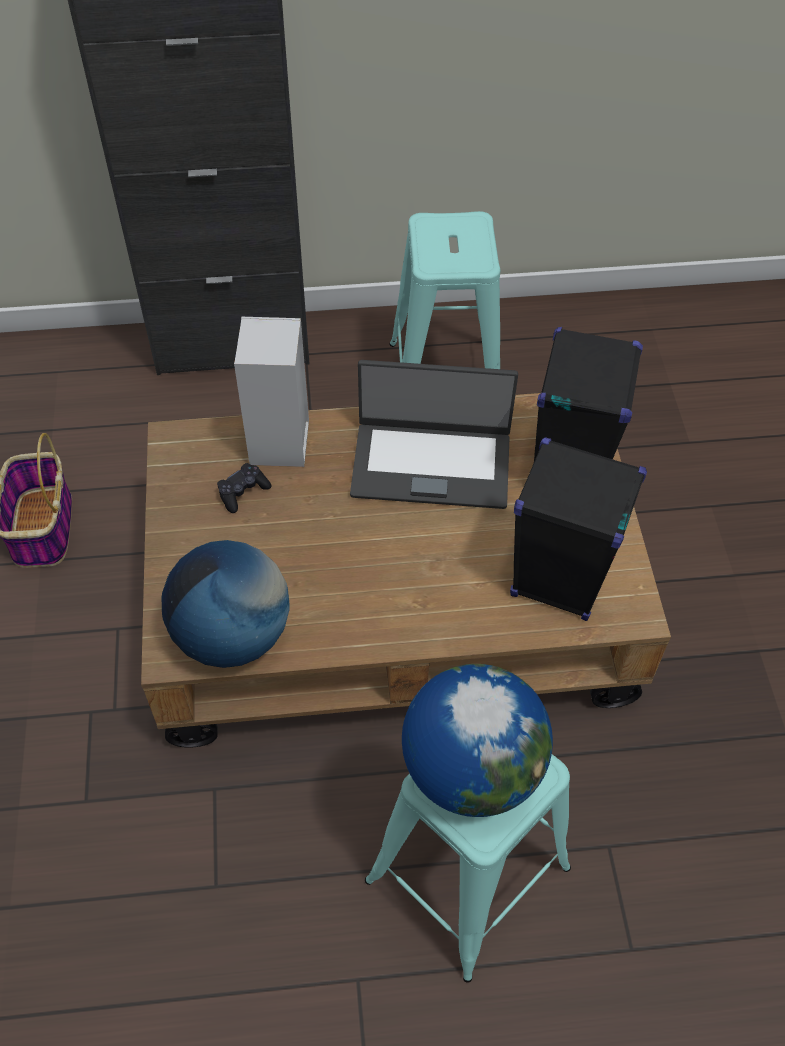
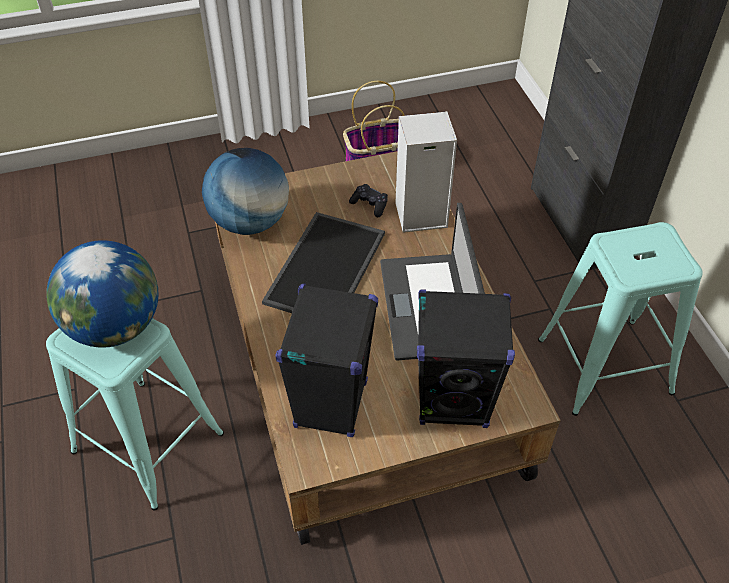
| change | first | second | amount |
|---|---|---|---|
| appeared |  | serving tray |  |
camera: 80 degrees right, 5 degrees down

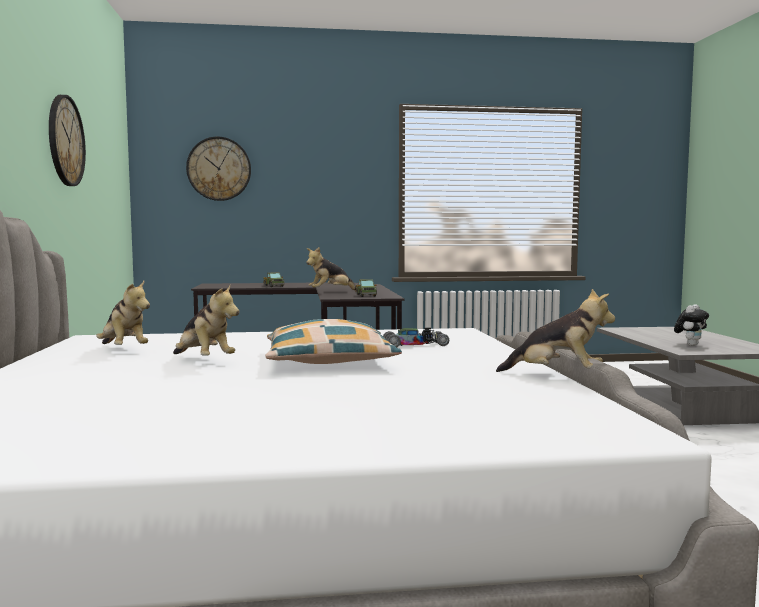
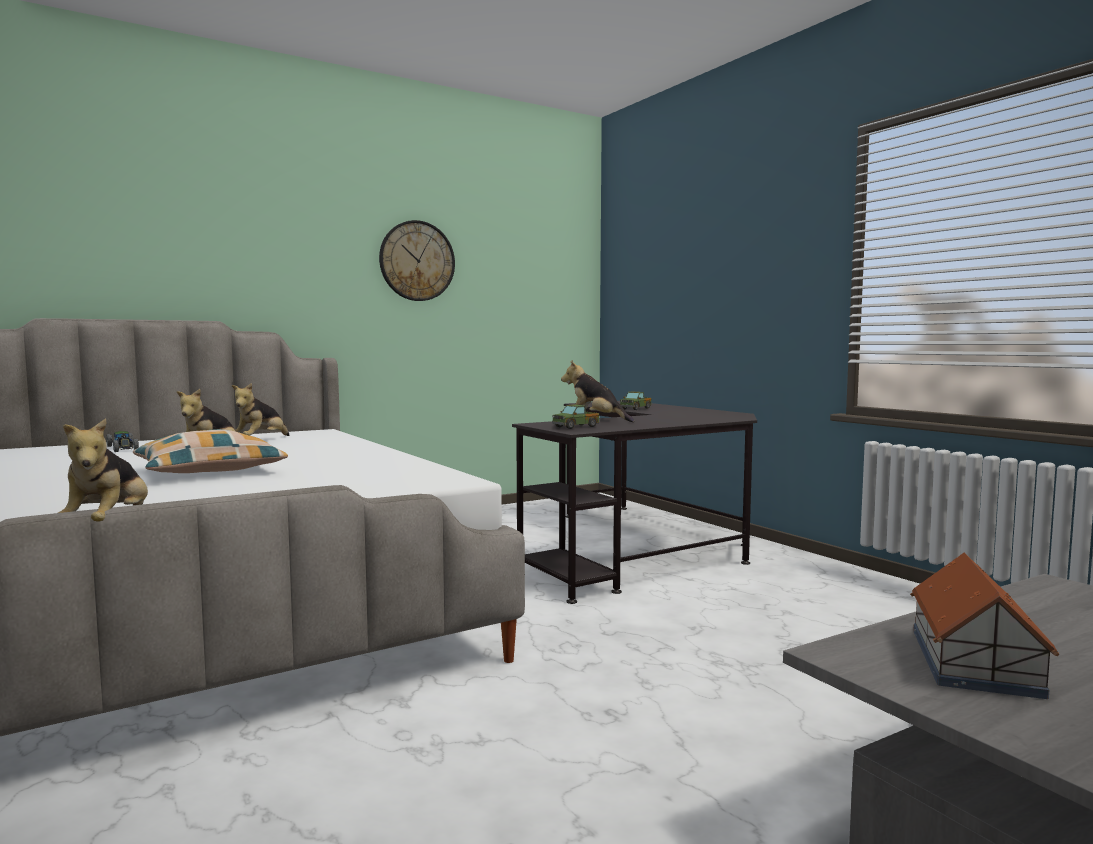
| change | first | second | amount |
|---|---|---|---|
| missing | hanging clock (no. 2 from left) |  |  |
| relocated | model car |  |  |
| exchanged | plush toy (no. 5 from left) | toy house |  |
camera: 65 degrees right, 0 degrees up

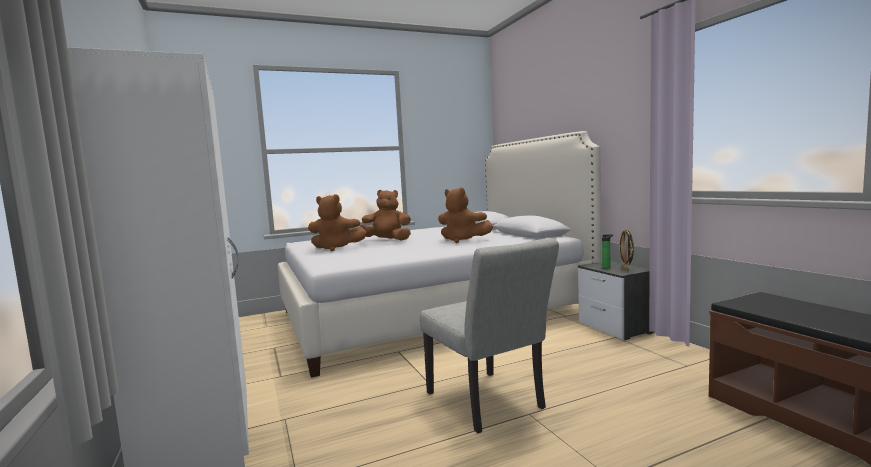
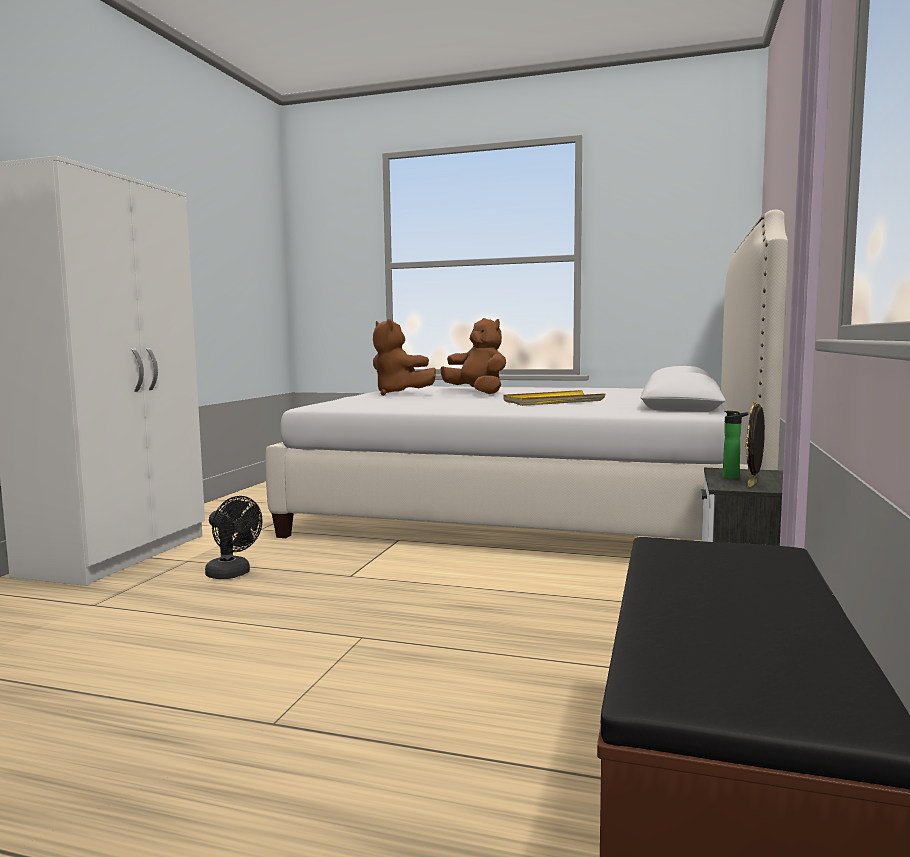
| change | first | second | amount |
|---|---|---|---|
| missing | gray plain chair |  |  |
| exchanged | brown plush toy (no. 3 from left) | yellow serving tray |  |
| appeared |  | blackish cooling fan |  |
camera: 40 degrees right, 0 degrees up

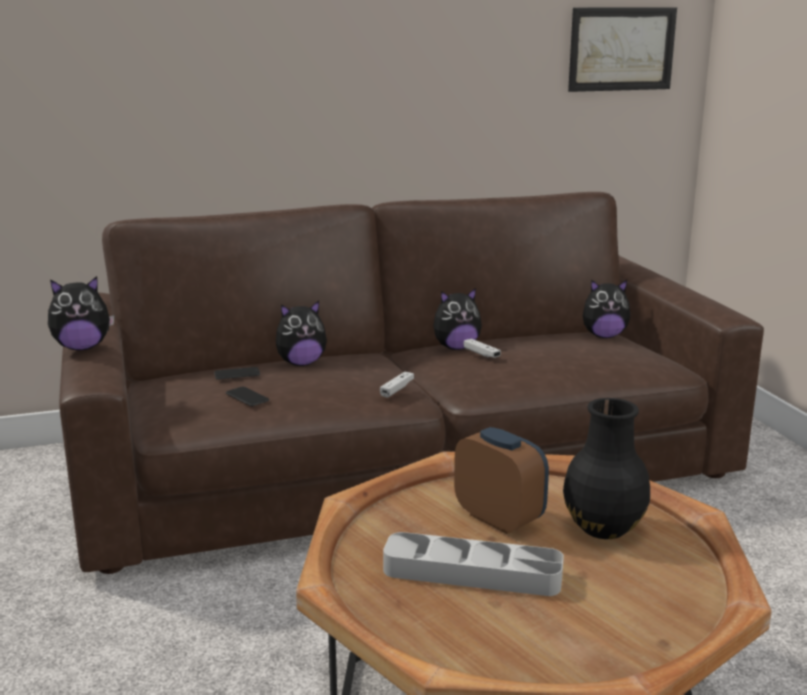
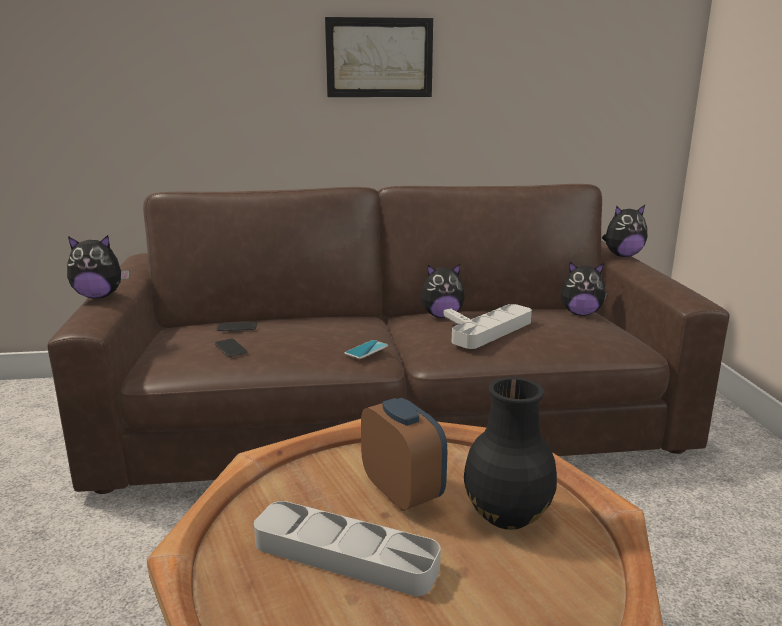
| change | first | second | amount |
|---|---|---|---|
| relocated | plush toy (no. 2 from left in the first image) | plush toy (no. 4 from left) |  |
| exchanged | whitish joypad (no. 1 from left) | telephone (no. 3 from left) |  |
| relocated | picture |  |  |
| appeared |  | gray serving tray (no. 2 from left) |  |
camera: 10 degrees right, 0 degrees up

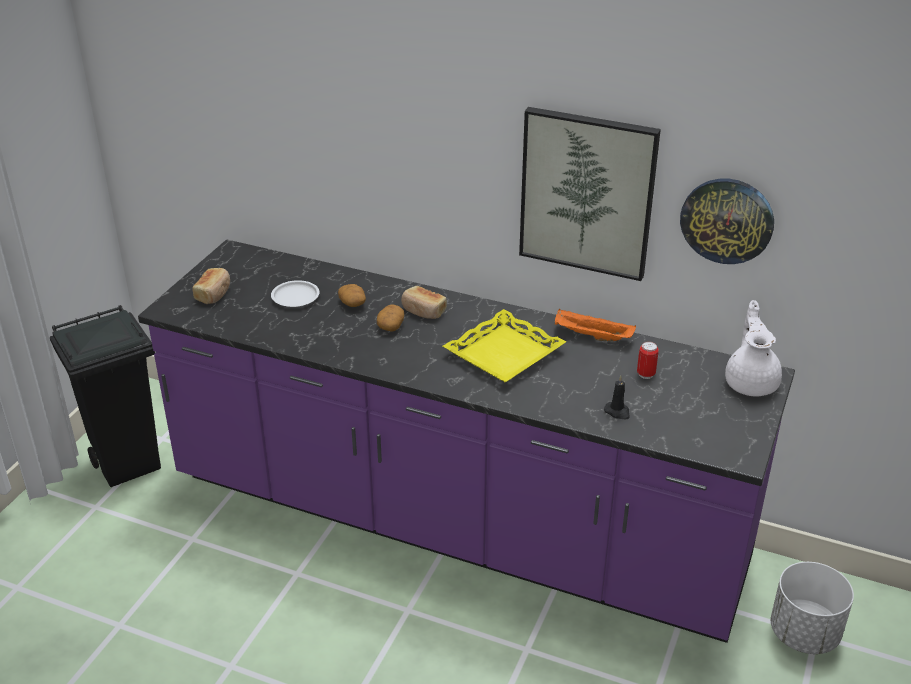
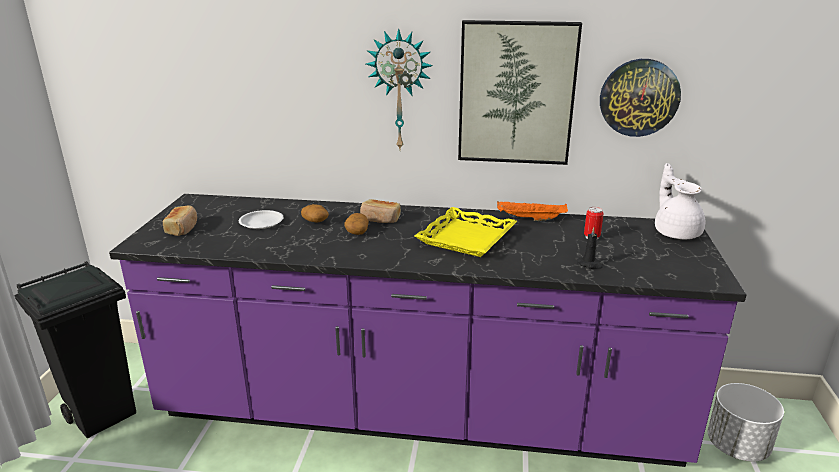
| change | first | second | amount |
|---|---|---|---|
| appeared |  | hanging clock (no. 1 from left) |  |
camera: 15 degrees left, 10 degrees down

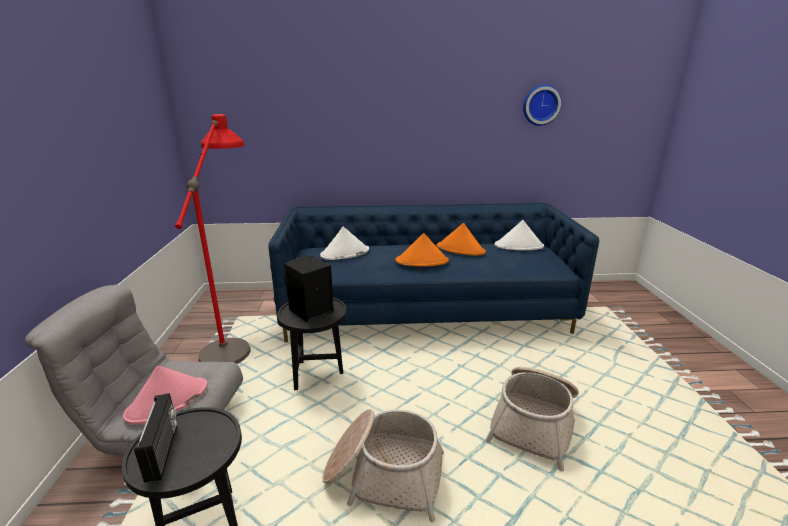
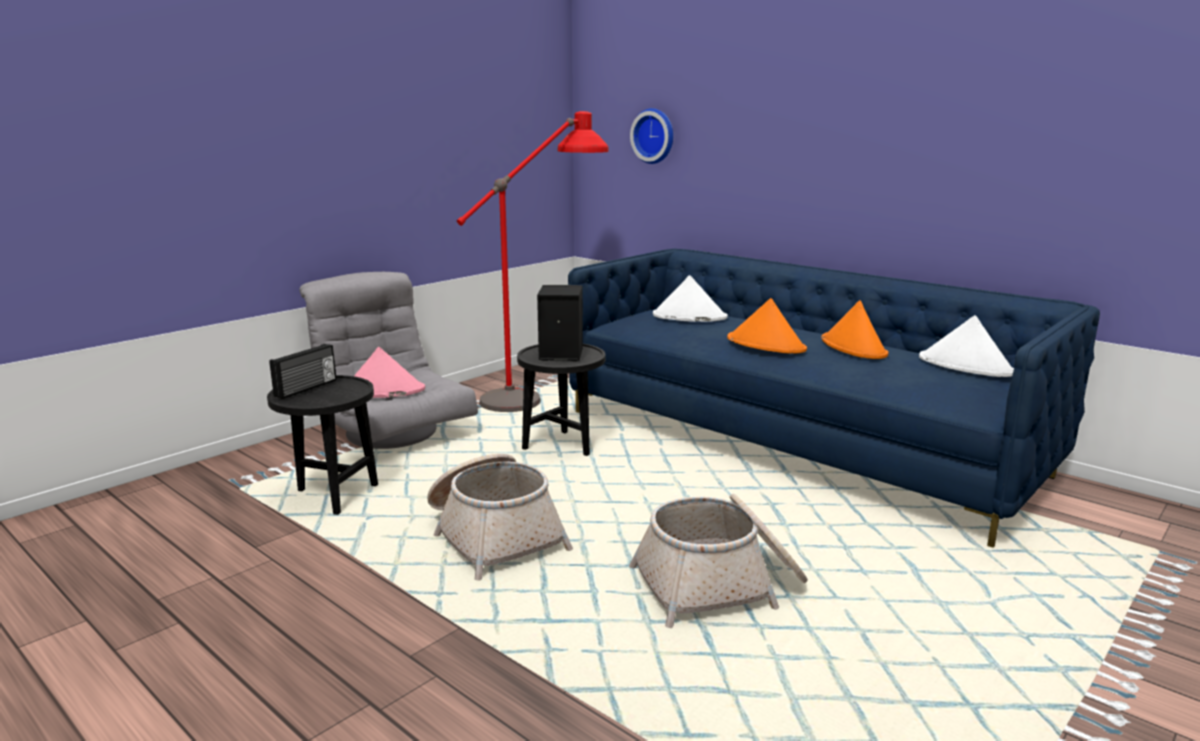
| change | first | second | amount |
|---|---|---|---|
| relocated | hanging clock |  |  |
camera: 45 degrees right, 5 degrees down

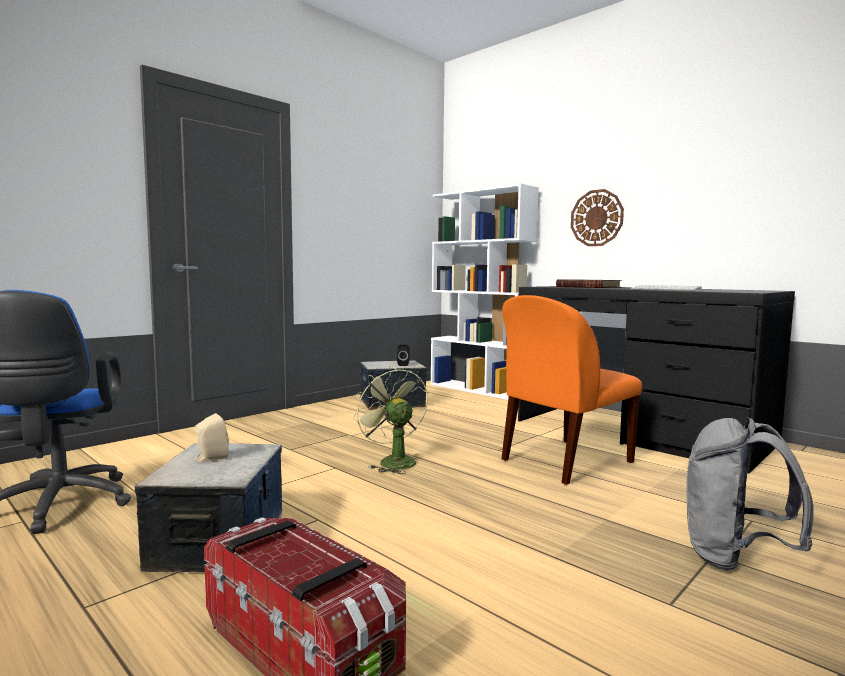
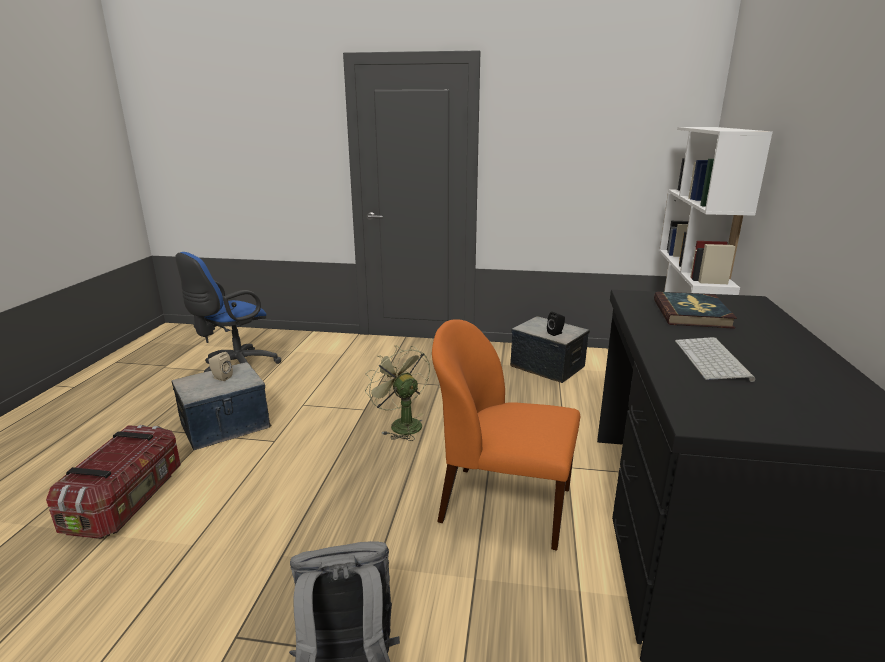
| change | first | second | amount |
|---|---|---|---|
| spun | green cooling fan |  | 60 degrees counterclockwise |
| missing | hanging clock |  |  |
camera: 55 degrees right, 15 degrees up

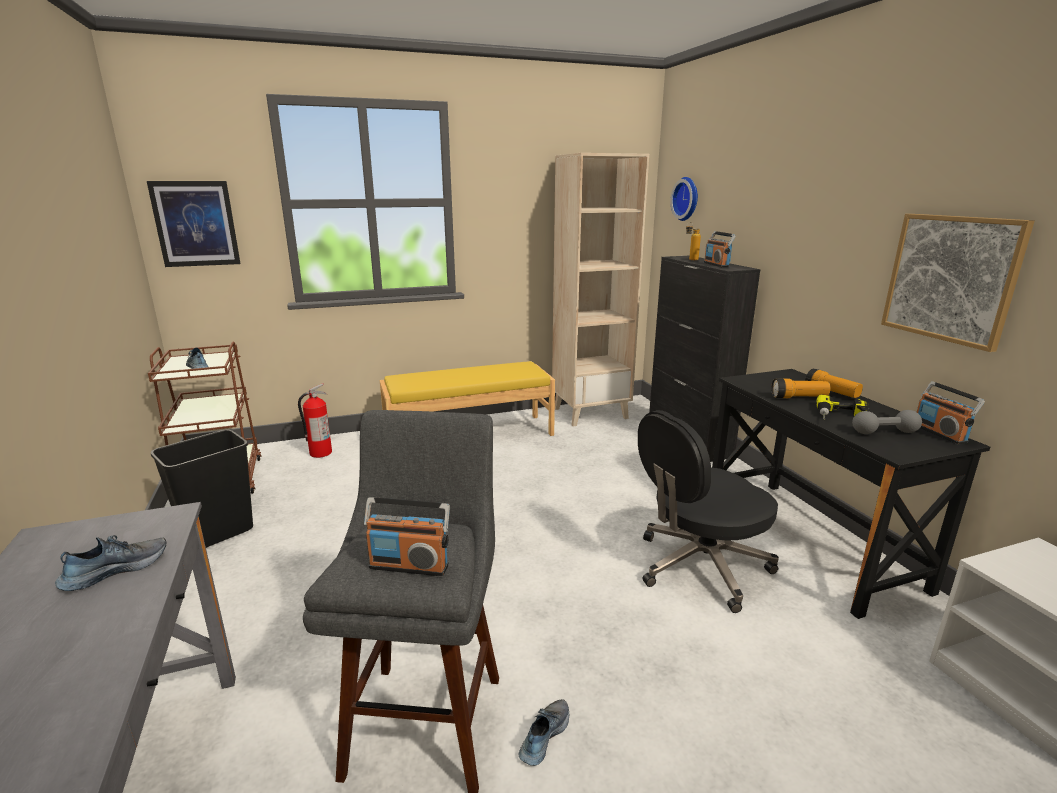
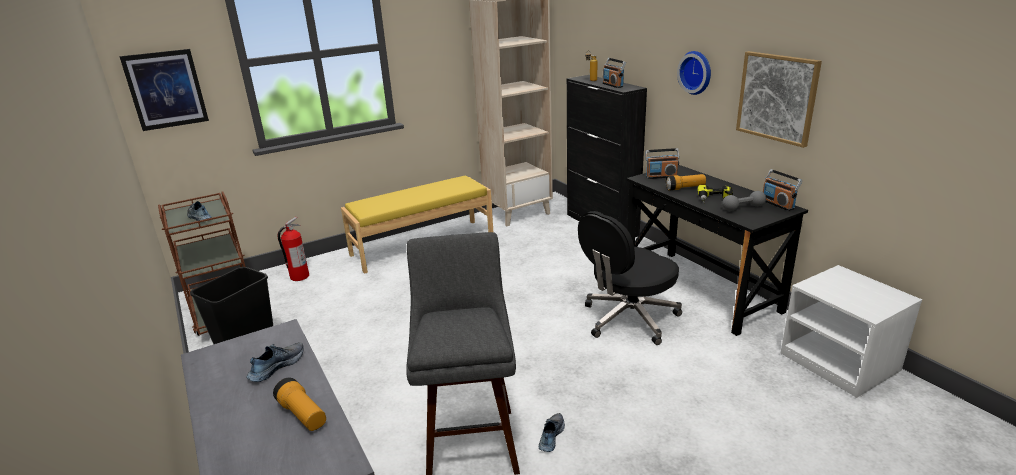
| change | first | second | amount |
|---|---|---|---|
| relocated | radio receiver (no. 1 from left in the first image) | radio receiver (no. 2 from left) |  |
| relocated | hanging clock |  |  |
| relocated | hand torch (no. 2 from left in the first image) | hand torch (no. 1 from left) |  |
camera: 10 degrees left, 5 degrees up

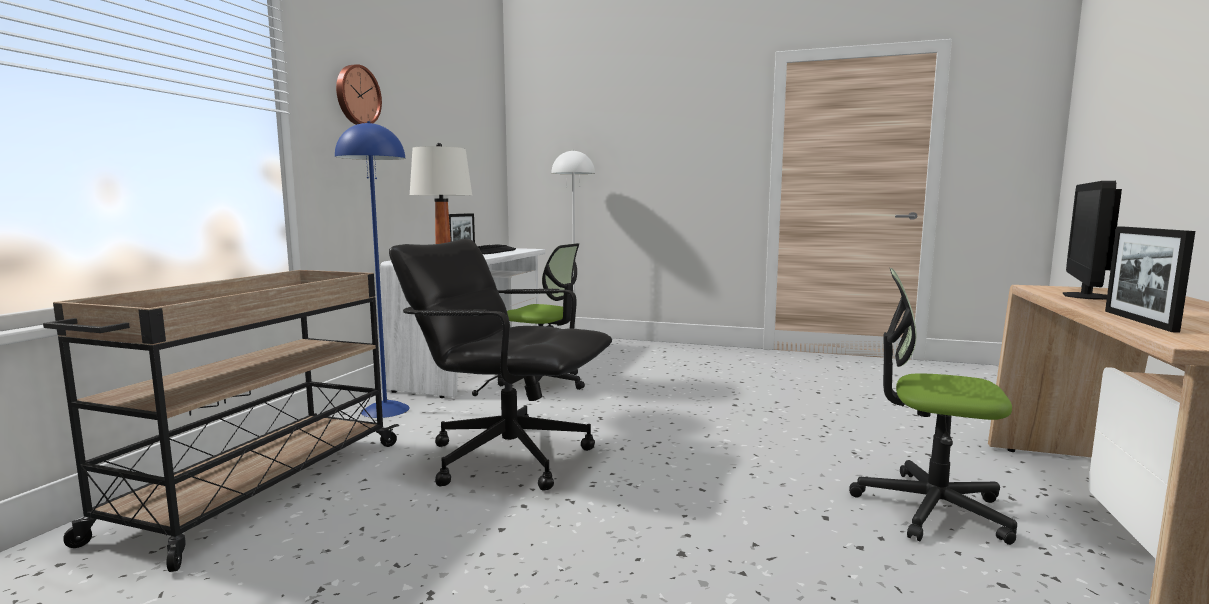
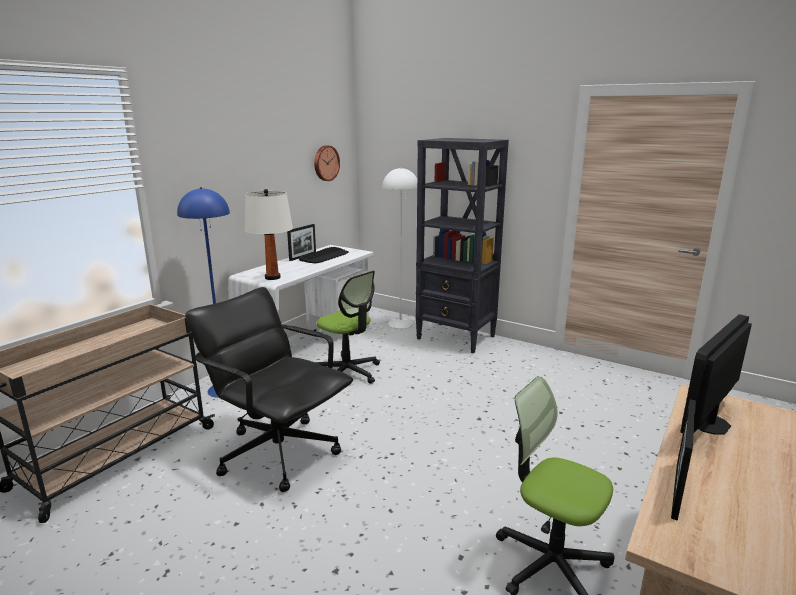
| change | first | second | amount |
|---|---|---|---|
| relocated | hanging clock |  |  |
| appeared |  | blackish bookshelf |  |
camera: 15 degrees right, 10 degrees up

